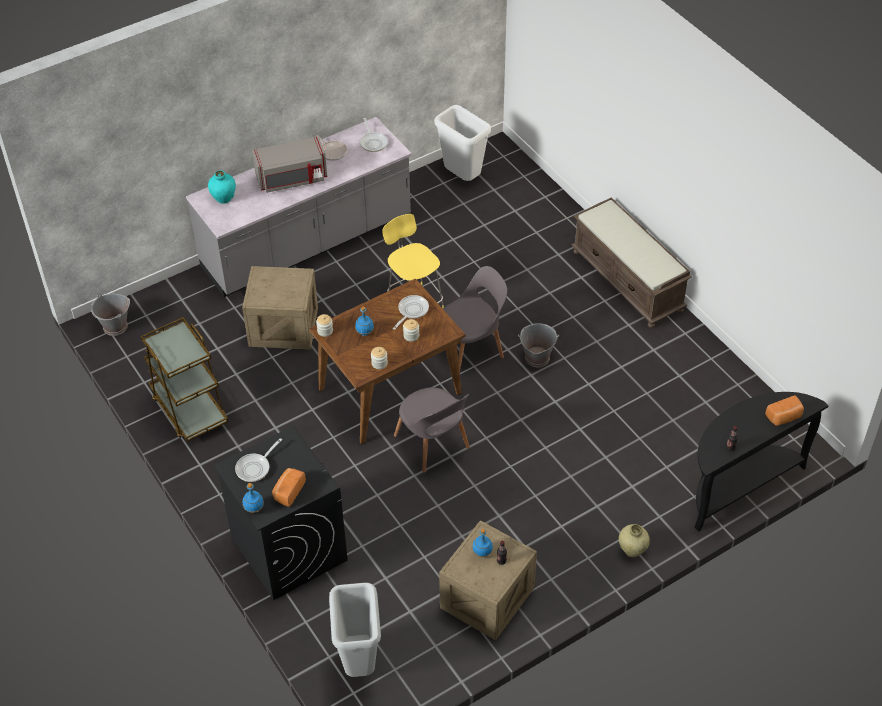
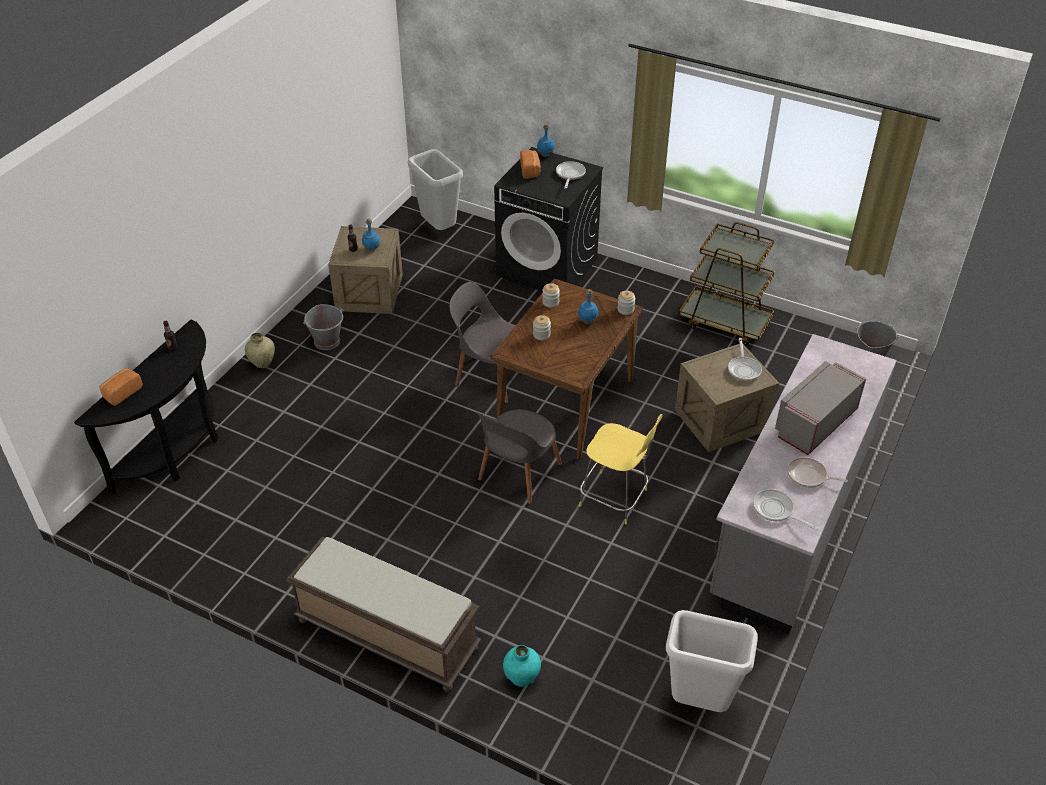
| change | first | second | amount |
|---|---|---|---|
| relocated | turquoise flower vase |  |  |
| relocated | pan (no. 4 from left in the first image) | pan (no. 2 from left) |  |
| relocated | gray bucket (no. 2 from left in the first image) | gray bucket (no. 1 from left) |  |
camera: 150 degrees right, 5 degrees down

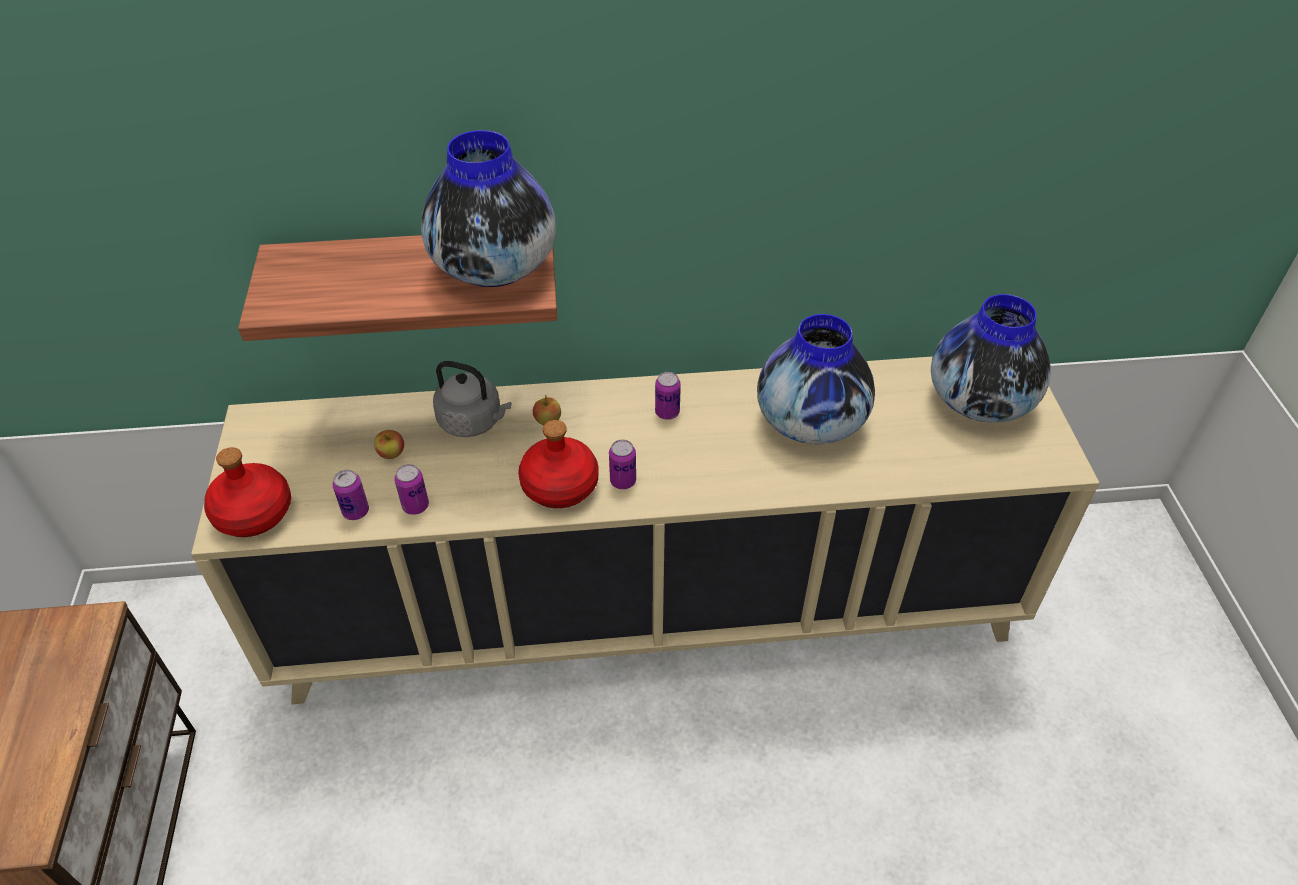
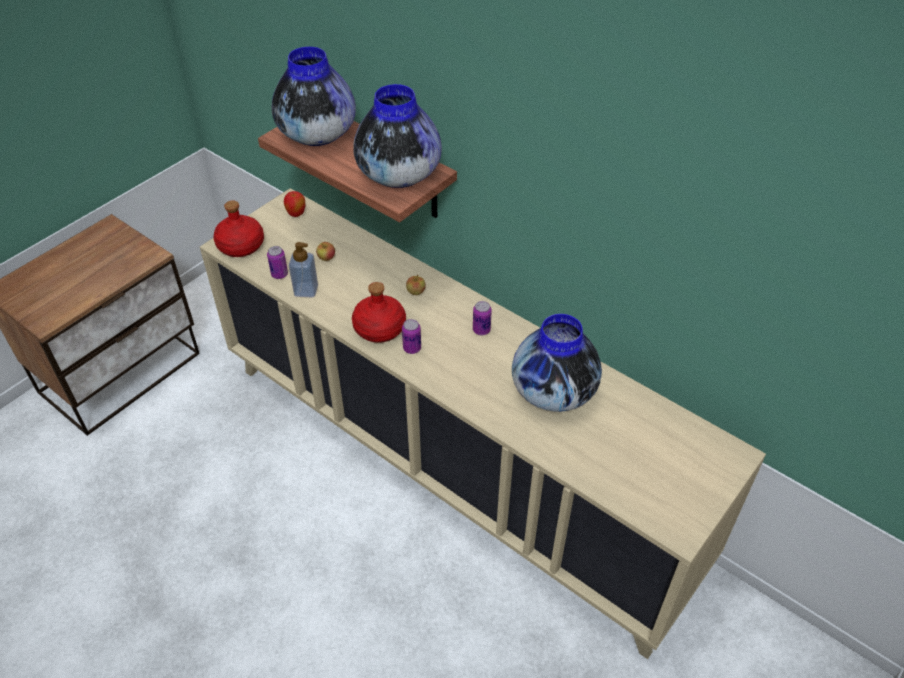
| change | first | second | amount |
|---|---|---|---|
| exchanged | metal can (no. 2 from left) | soap dispenser |  |
| missing | gray water kettle |  |  |
| relocated | flower vase (no. 3 from left in the first image) | flower vase (no. 1 from left) |  |
| appeared |  | apple (no. 1 from left) |  |
camera: 45 degrees right, 0 degrees up

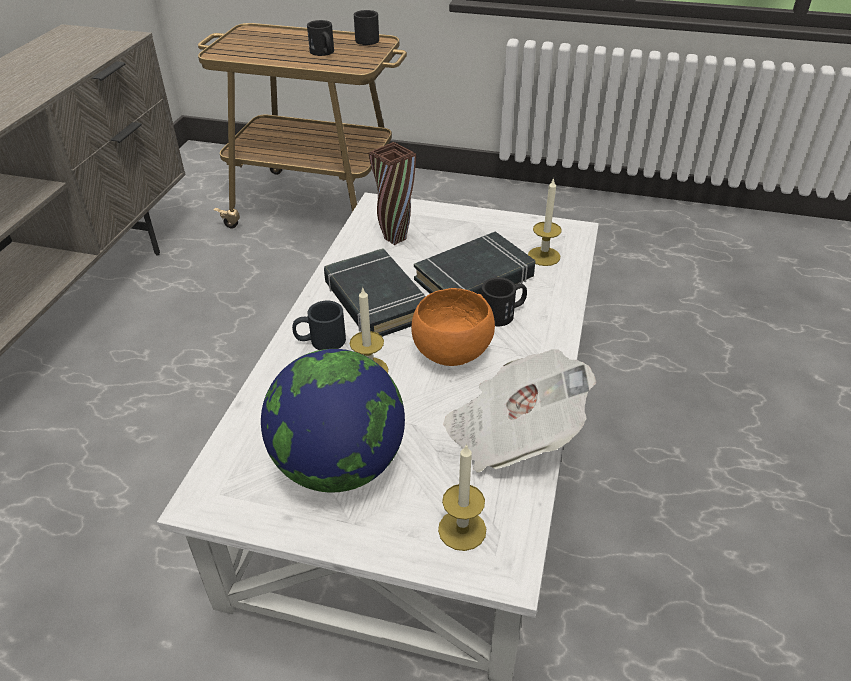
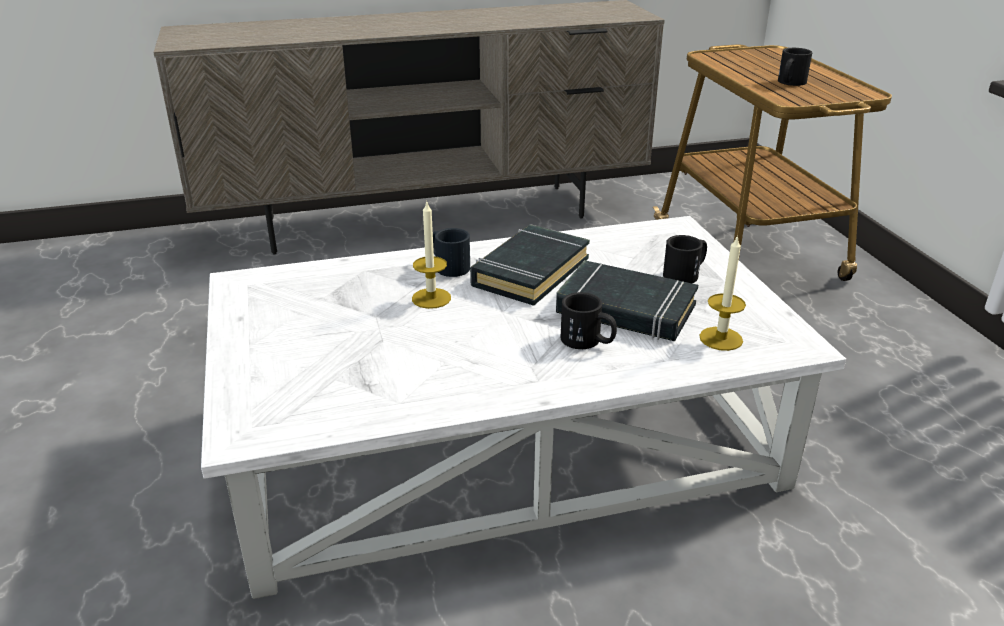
| change | first | second | amount |
|---|---|---|---|
| missing | desk globe |  |  |
| relocated | blackish tea mug (no. 3 from left) |  |  |
| missing | brown flower vase |  |  |
| missing | orange-coloured deep dish |  |  |
| missing | candle (no. 2 from left) |  |  |
| missing | daily paper |  |  |
camera: 60 degrees right, 10 degrees down

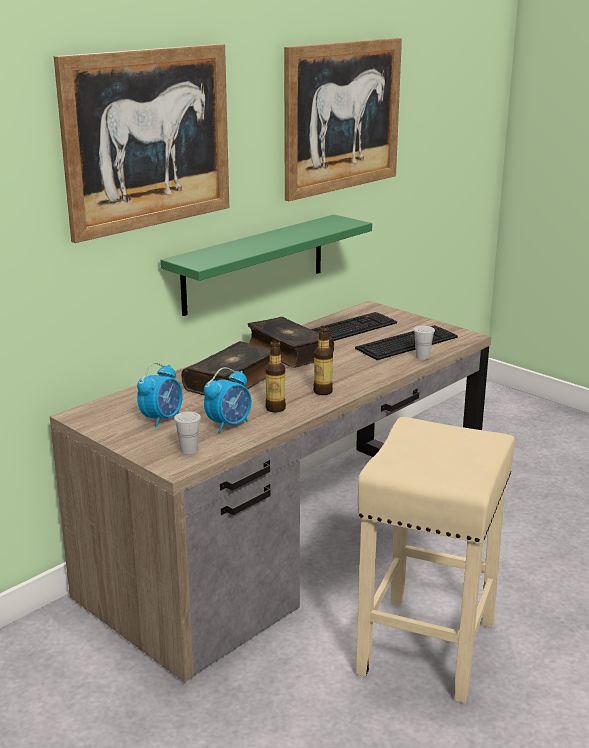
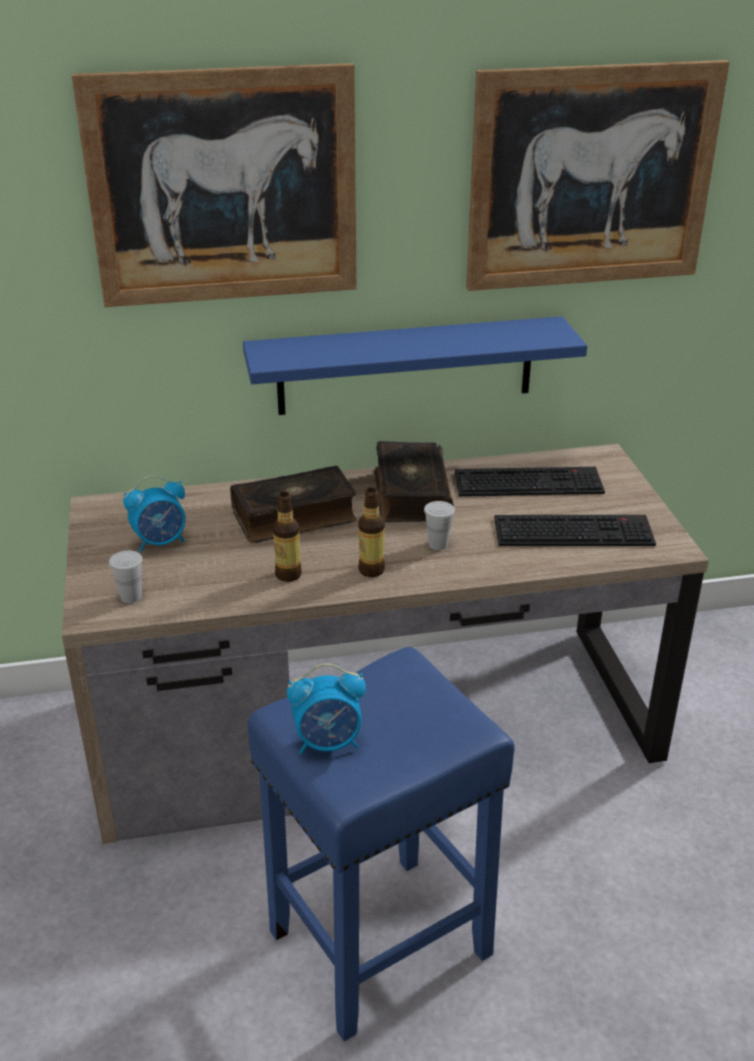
| change | first | second | amount |
|---|---|---|---|
| colour | green shelf | blue-coloured shelf |  |
| relocated | bedside clock (no. 2 from left) |  |  |
| colour | beige-coloured stool seat | blue-coloured stool seat |  |
| relocated | whitish small cup (no. 2 from left) |  |  |
camera: 35 degrees right, 10 degrees up

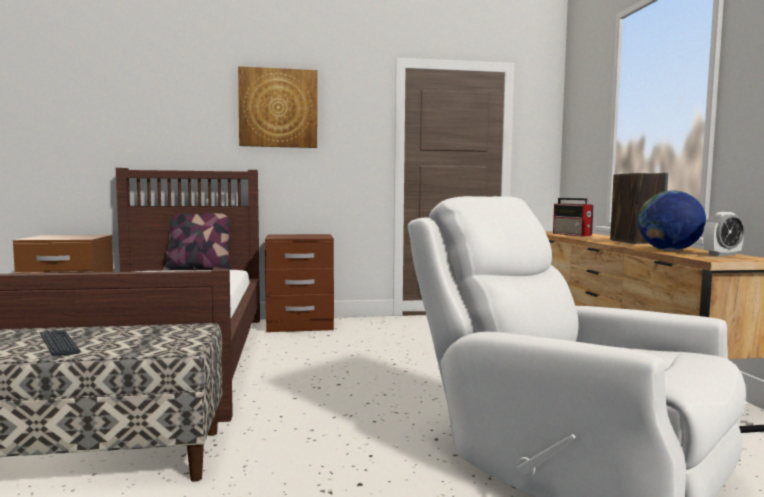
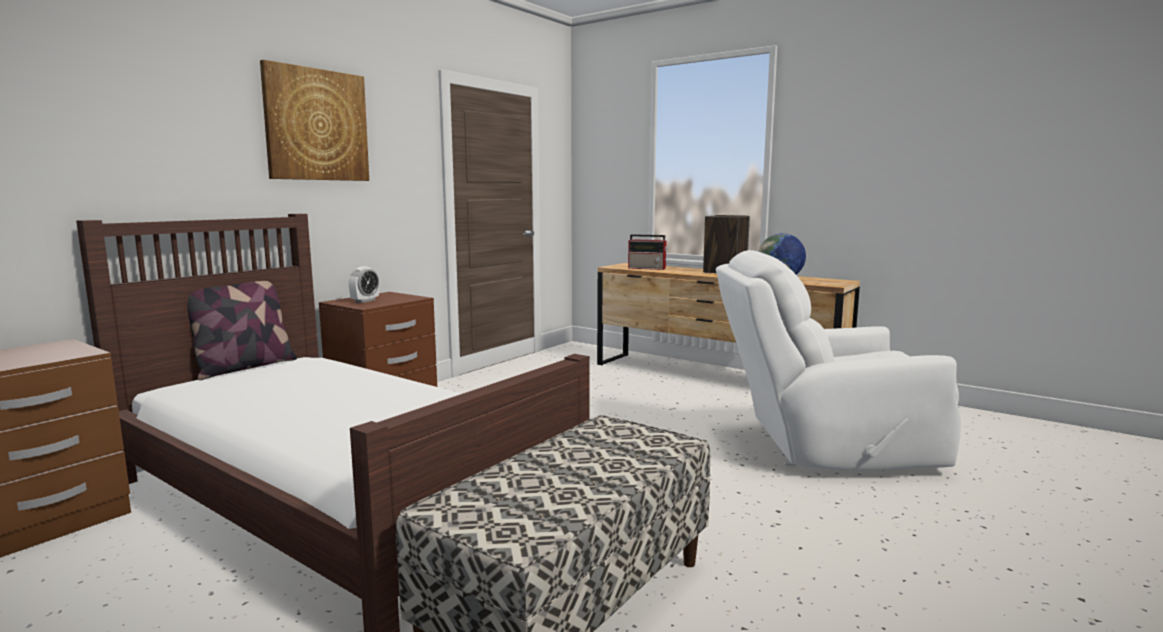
| change | first | second | amount |
|---|---|---|---|
| missing | PC keyboard |  |  |
| relocated | bedside clock |  |  |
camera: 45 degrees left, 5 degrees up

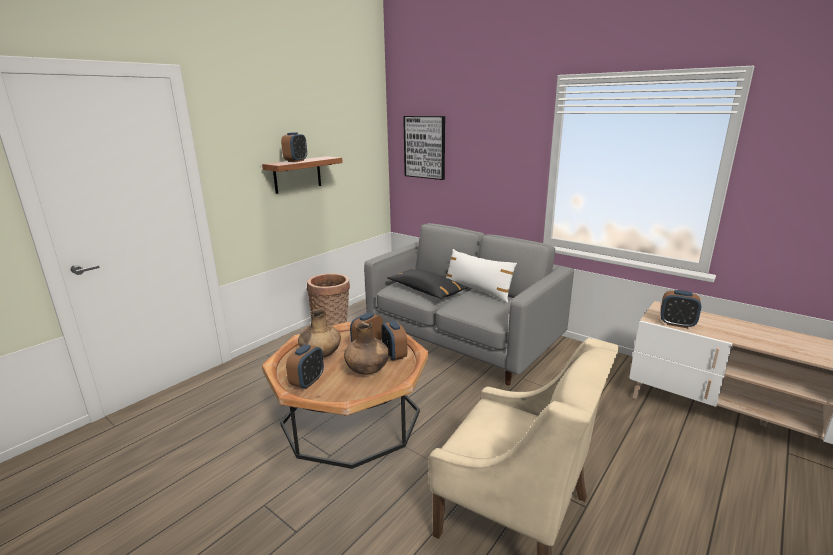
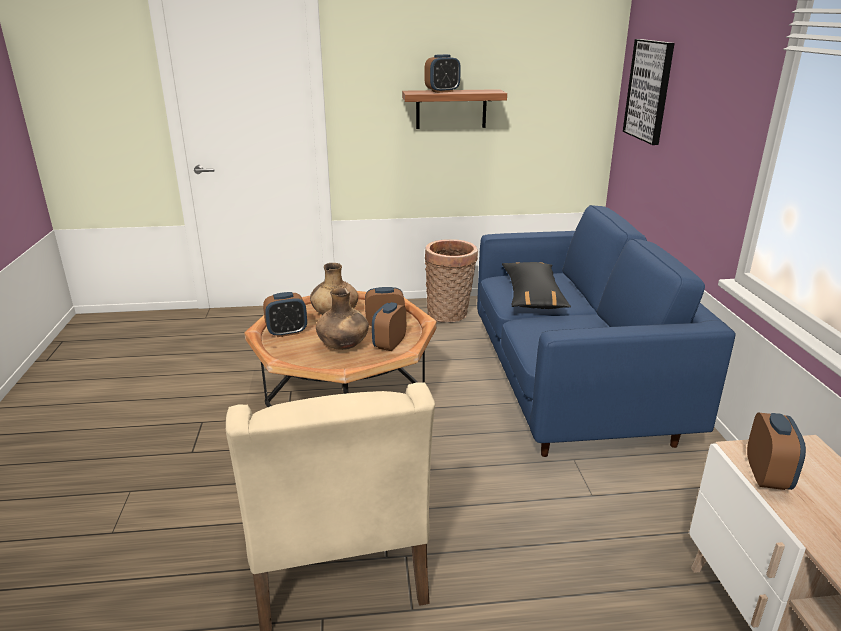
| change | first | second | amount |
|---|---|---|---|
| colour | gray sofa | blue-coloured sofa |  |
| missing | whitish throw pillow |  |  |
| spun | bedside clock (no. 5 from left) |  | 150 degrees counterclockwise |
camera: 45 degrees right, 5 degrees up

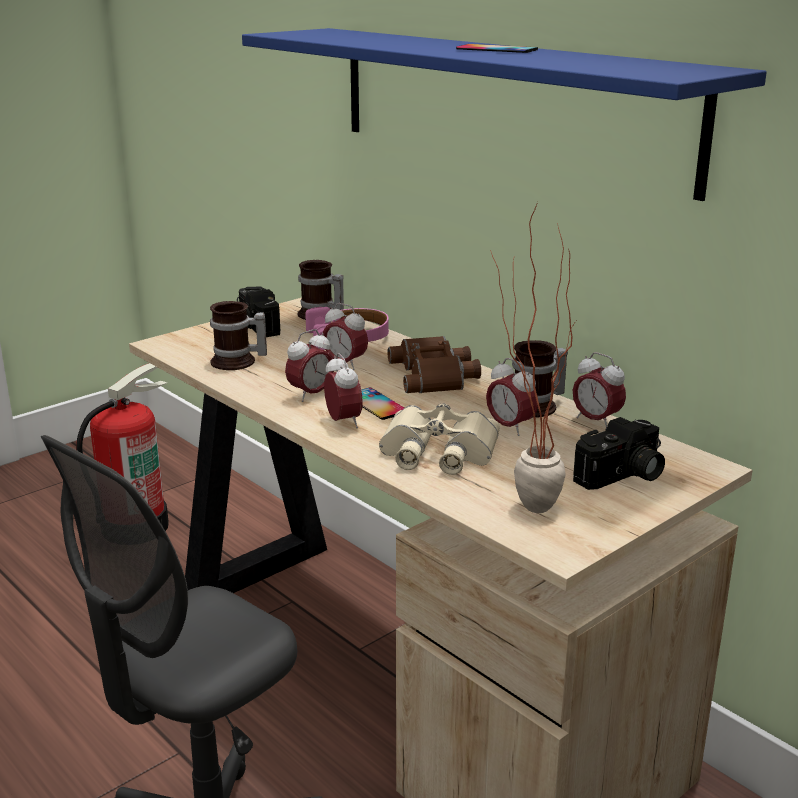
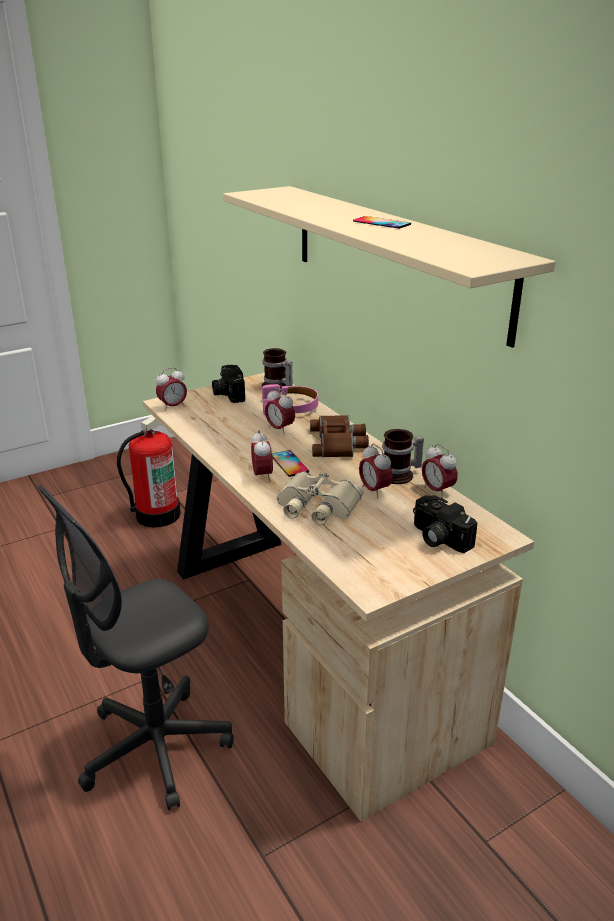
| change | first | second | amount |
|---|---|---|---|
| missing | tea mug (no. 1 from left) |  |  |
| colour | blue-coloured shelf | beige-coloured shelf |  |
| relocated | bedside clock (no. 1 from left) |  |  |
| missing | plant in a pot |  |  |
| spun | photo camera (no. 2 from left) |  | 75 degrees clockwise |
camera: 10 degrees right, 5 degrees up

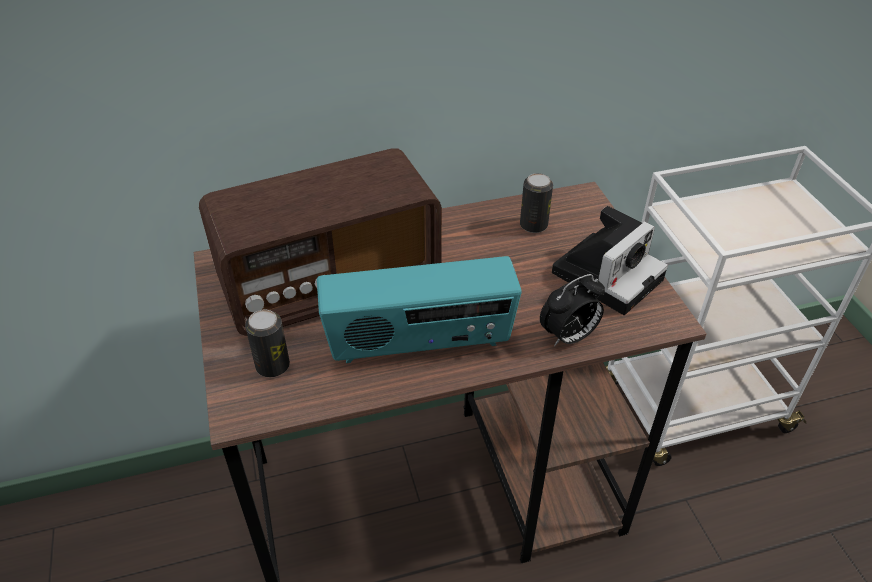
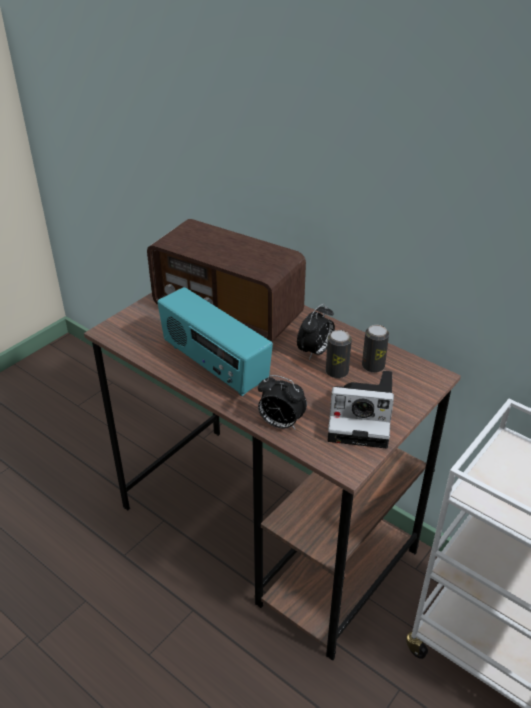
| change | first | second | amount |
|---|---|---|---|
| relocated | metal can (no. 1 from left) |  |  |
| appeared |  | bedside clock (no. 2 from left) |  |
camera: 55 degrees right, 5 degrees down

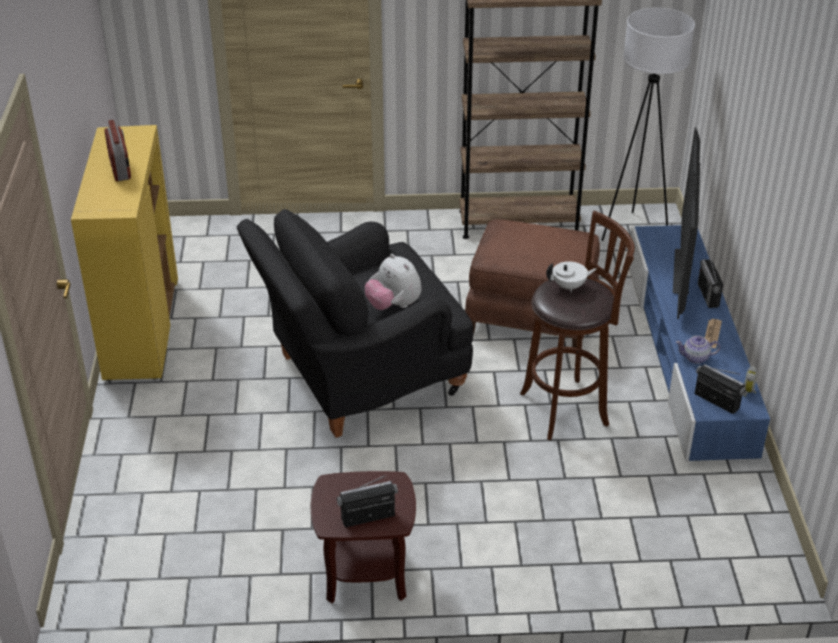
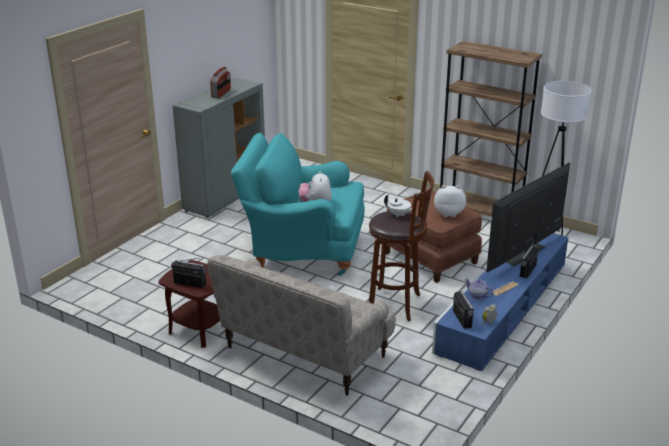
| change | first | second | amount |
|---|---|---|---|
| colour | yellow cupboard | gray cupboard |  |
| colour | blackish lounge chair | turquoise lounge chair |  |
| appeared |  | beige-coloured sofa |  |
| appeared |  | plush toy (no. 2 from left) |  |
camera: 35 degrees right, 10 degrees down

